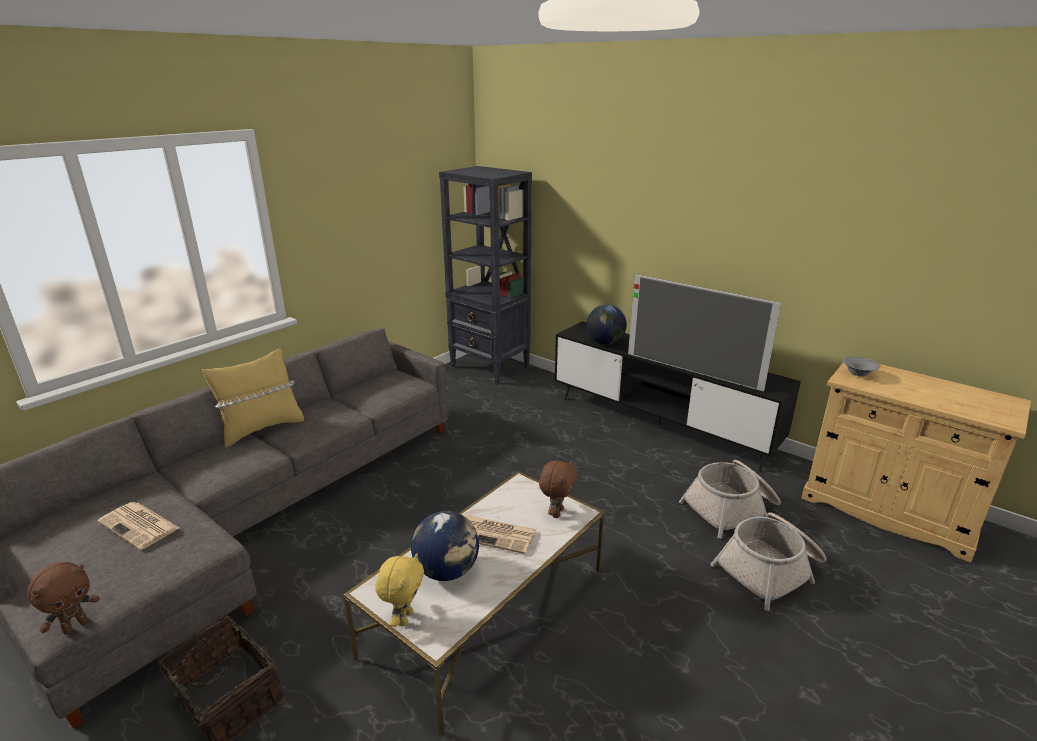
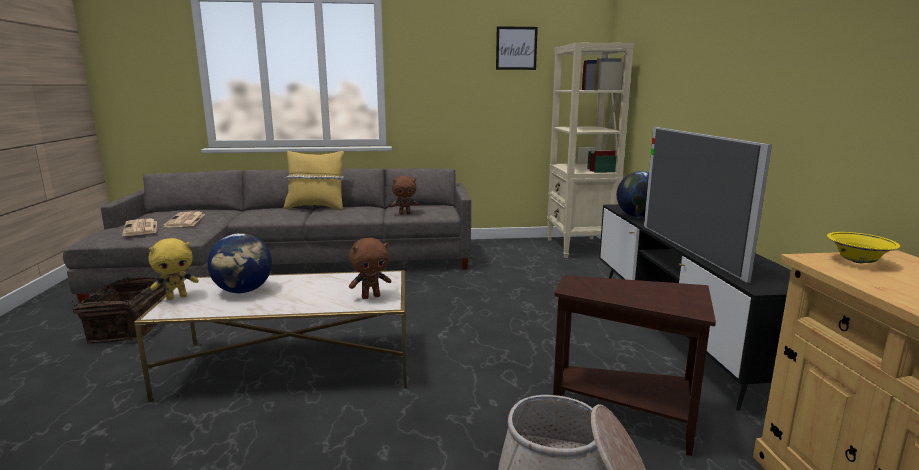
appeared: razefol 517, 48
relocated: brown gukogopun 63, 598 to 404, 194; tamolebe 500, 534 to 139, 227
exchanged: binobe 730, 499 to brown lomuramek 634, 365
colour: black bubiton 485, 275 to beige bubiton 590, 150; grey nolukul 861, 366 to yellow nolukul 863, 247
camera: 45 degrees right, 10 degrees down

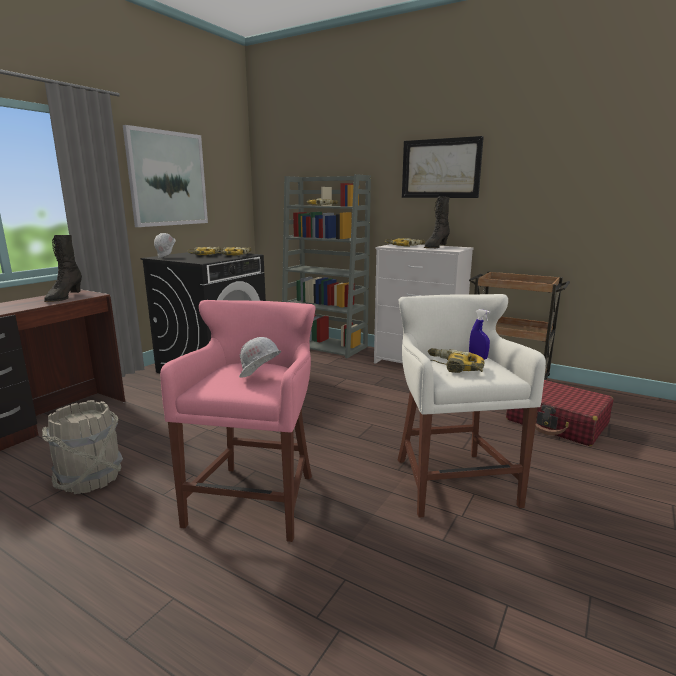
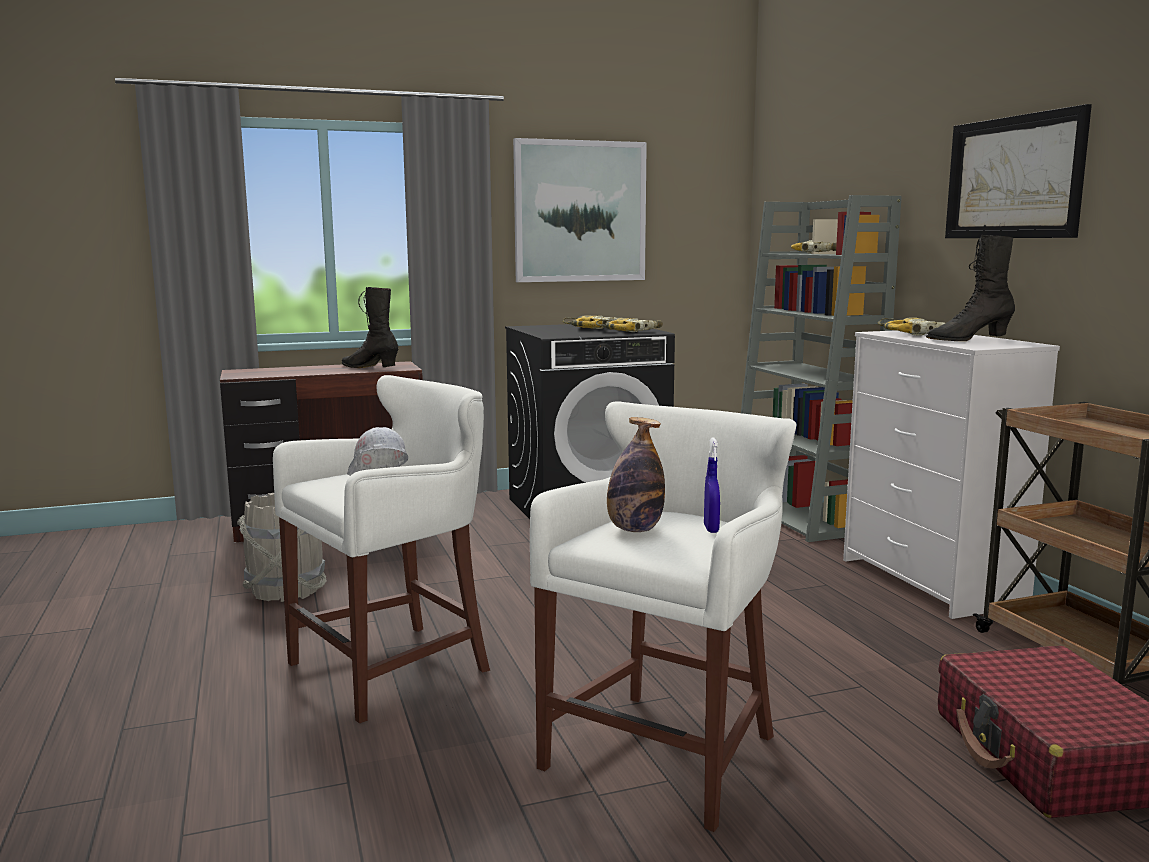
missing: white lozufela 164, 245
exchanged: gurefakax 456, 360 to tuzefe 636, 474
colour: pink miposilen 238, 421 to white miposilen 381, 549
spun: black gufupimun 63, 268 = 370, 327 75 degrees clockwise
camera: 40 degrees right, 5 degrees down

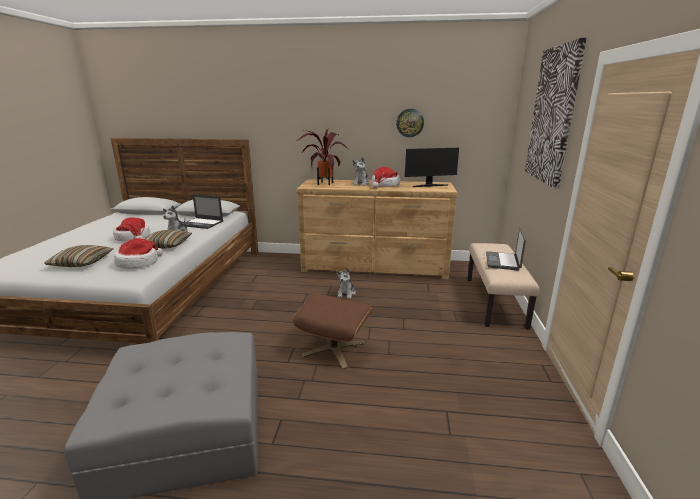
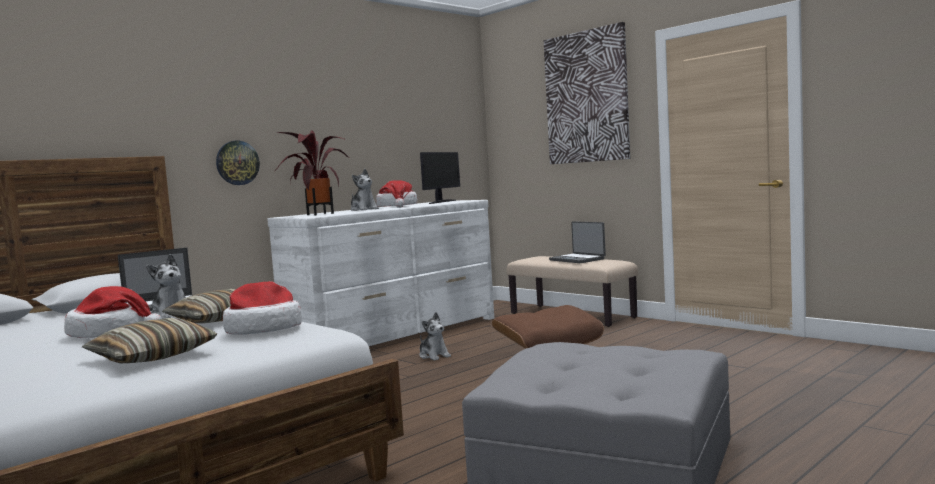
relocated: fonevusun 410, 123 to 238, 163
colour: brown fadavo 377, 229 to white fadavo 380, 273
camera: 50 degrees left, 15 degrees down

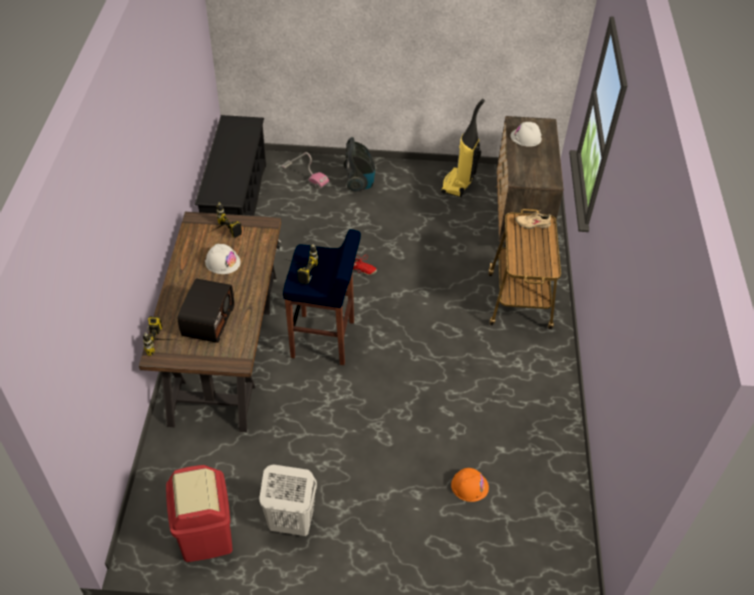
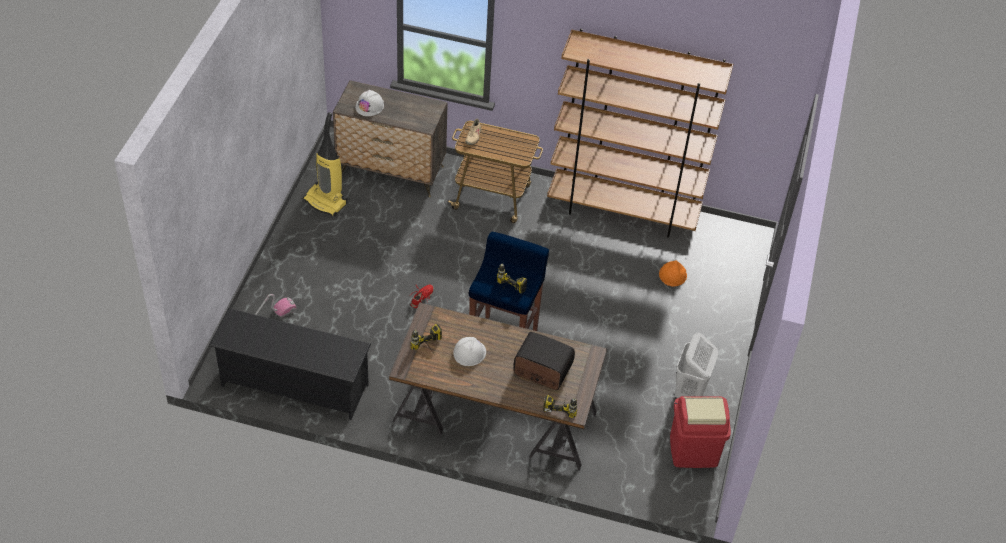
missing: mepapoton 359, 164
appeared: brown bubiton 640, 133
camera: 80 degrees left, 0 degrees up

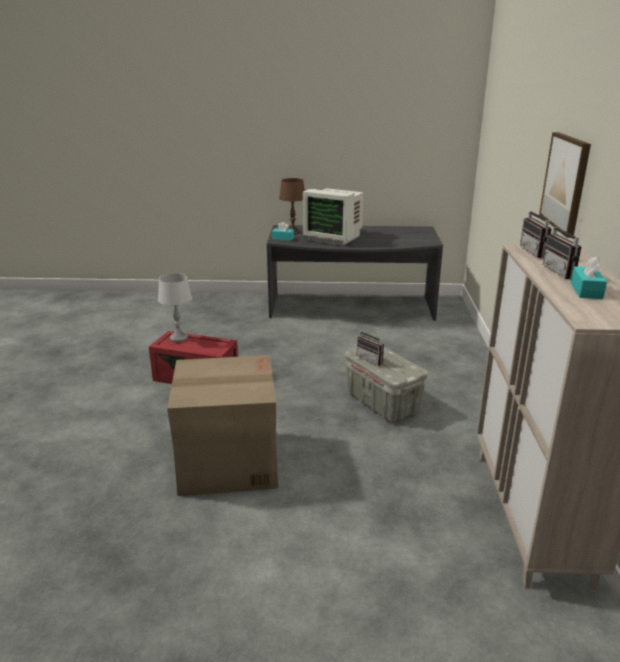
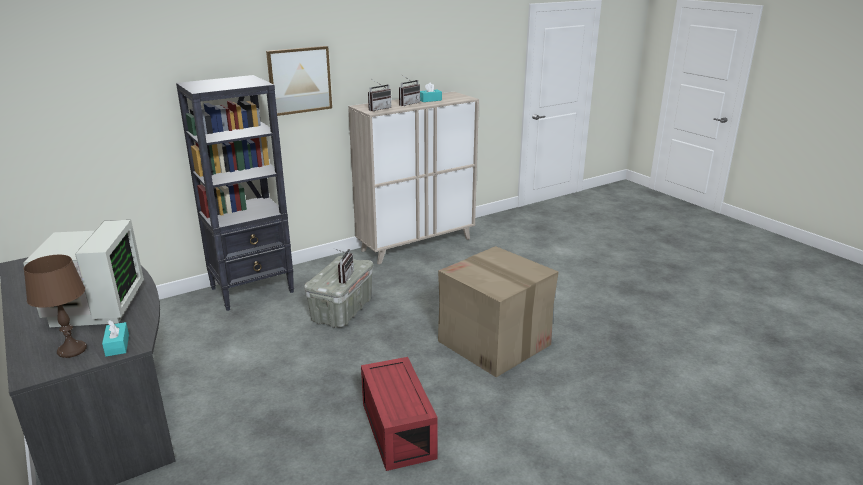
missing: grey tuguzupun 175, 307
appeared: black bubiton 235, 193
camera: 125 degrees left, 0 degrees up

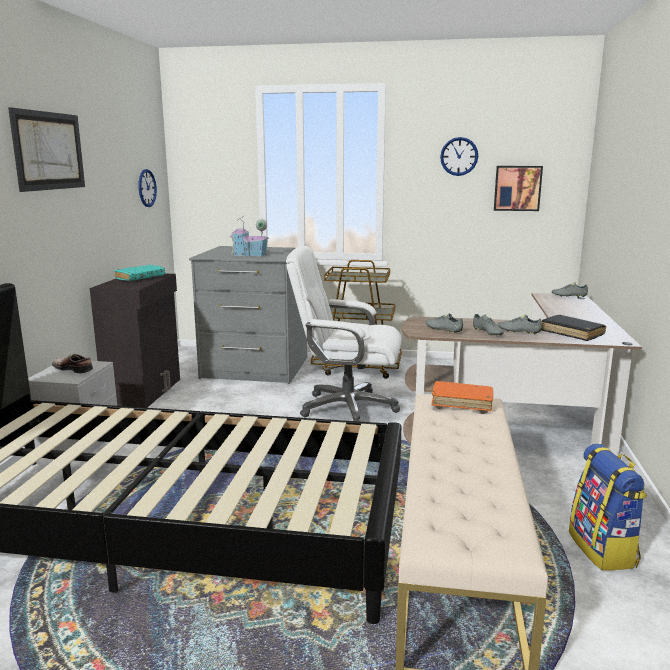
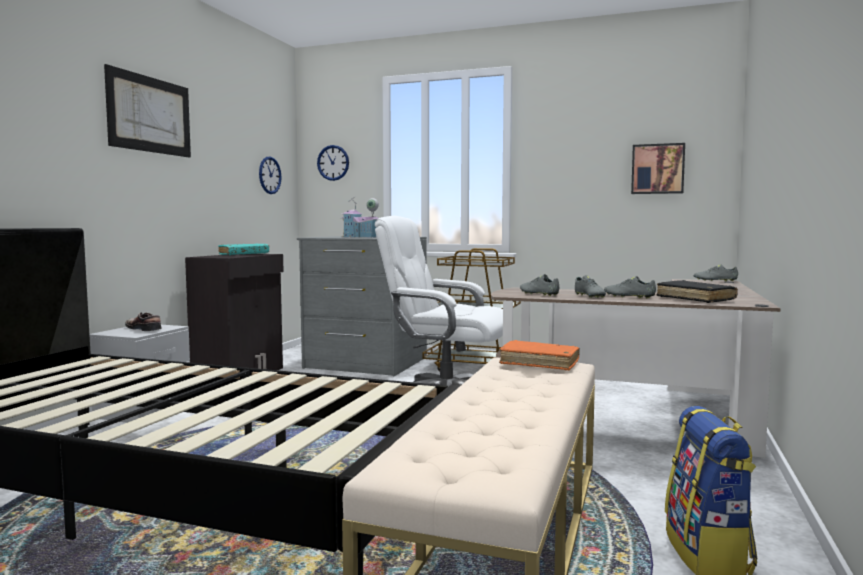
relocated: fonevusun 459, 156 to 333, 163
camera: 10 degrees right, 10 degrees down

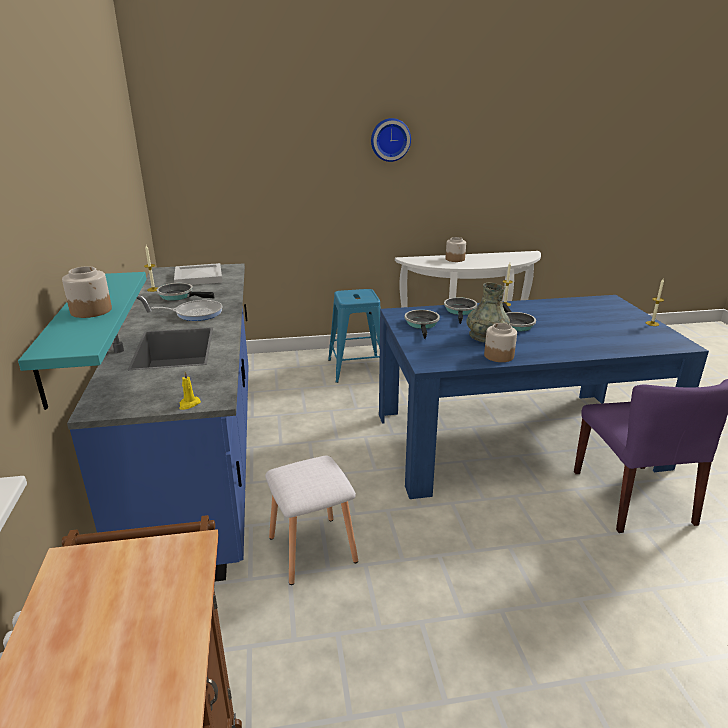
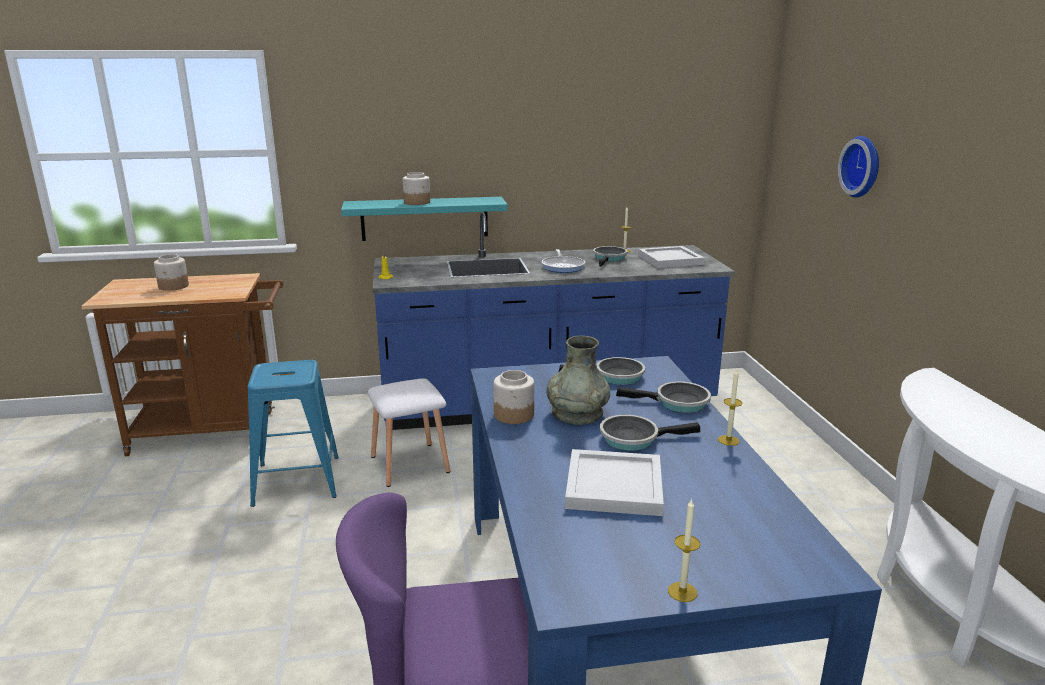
appeared: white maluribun 614, 482
relocated: blue miposilen 354, 336 to 293, 433; fonevusun 391, 140 to 858, 167; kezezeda 456, 249 to 171, 272
camera: 90 degrees right, 5 degrees down

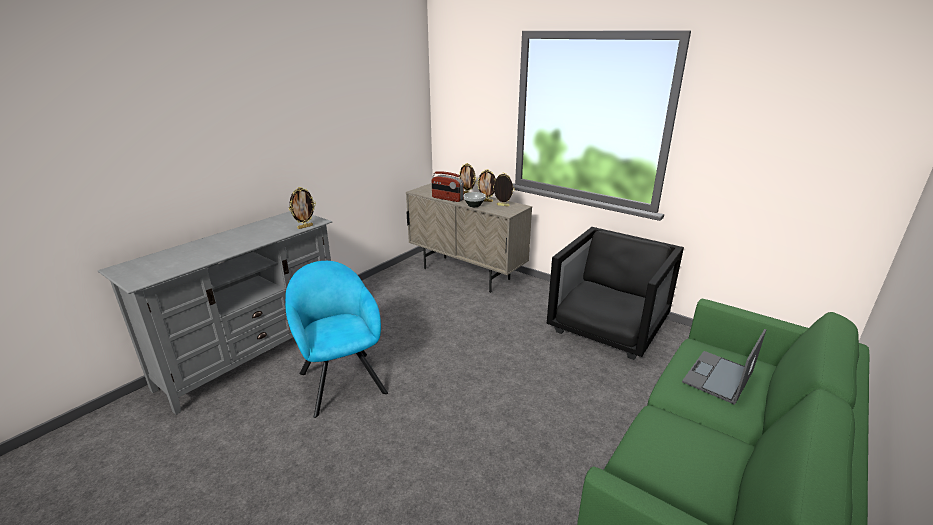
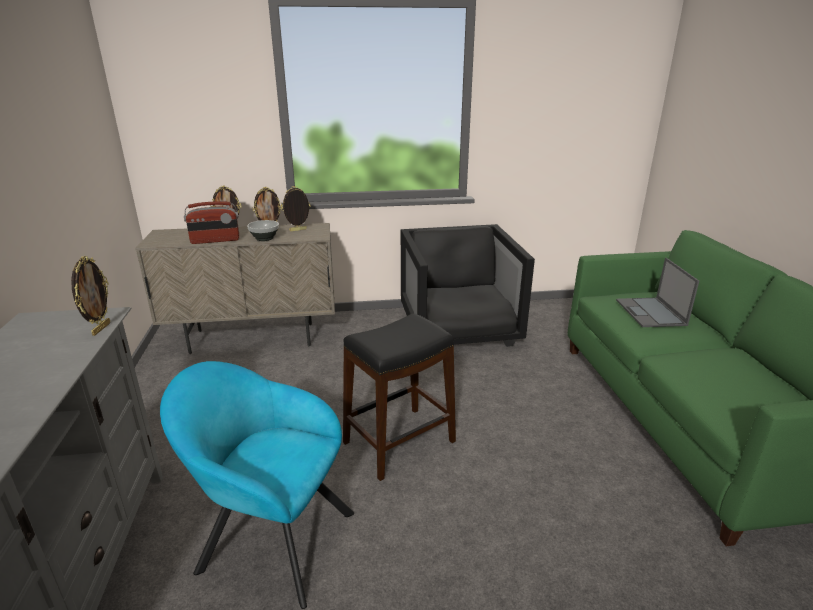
appeared: black miposilen 399, 397
camera: 45 degrees left, 0 degrees up

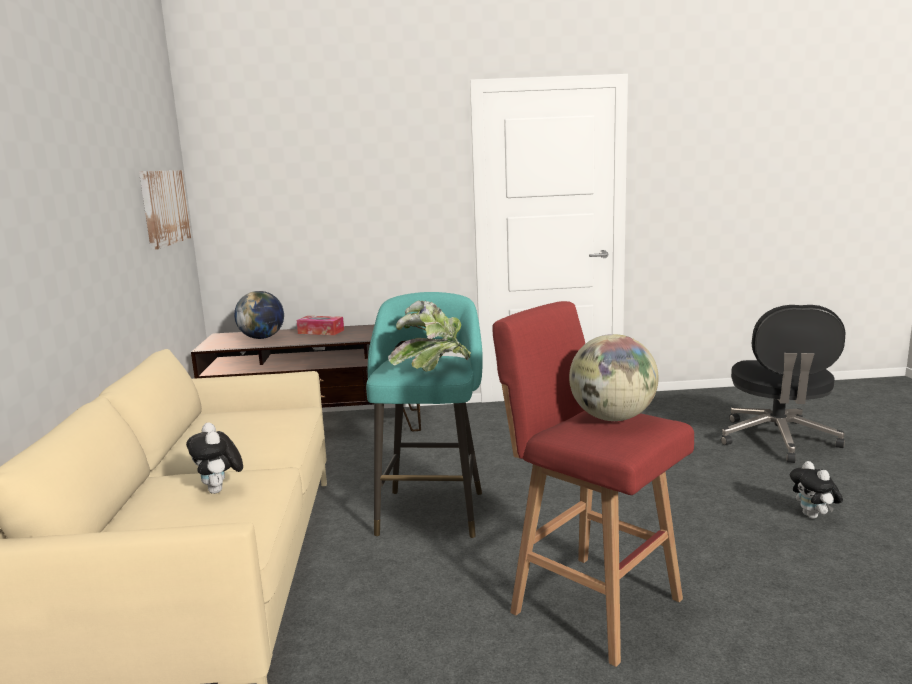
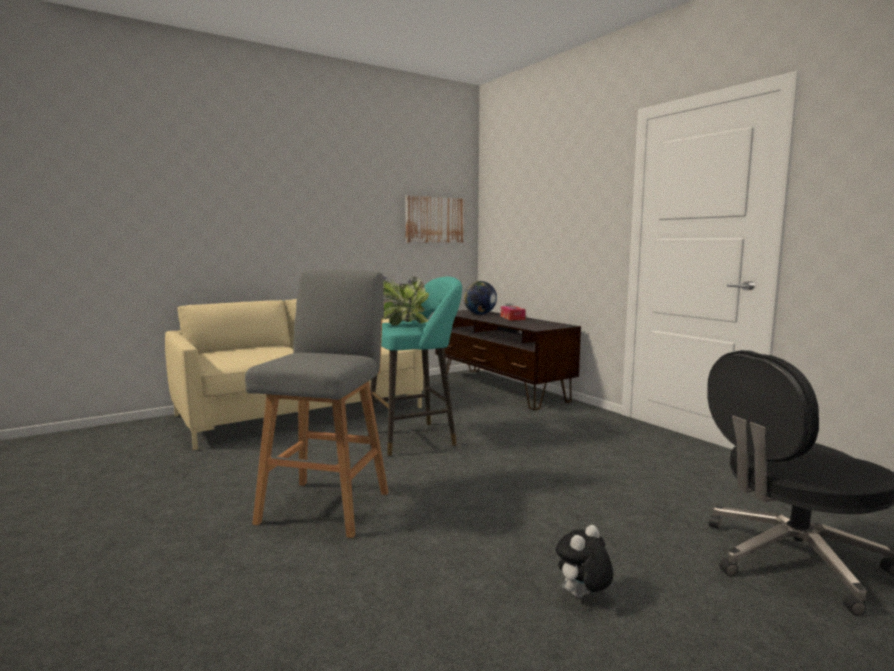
missing: gukogopun 214, 458; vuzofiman 614, 377
colour: red miposilen 593, 484 to grey miposilen 317, 404
camera: 60 degrees right, 5 degrees down

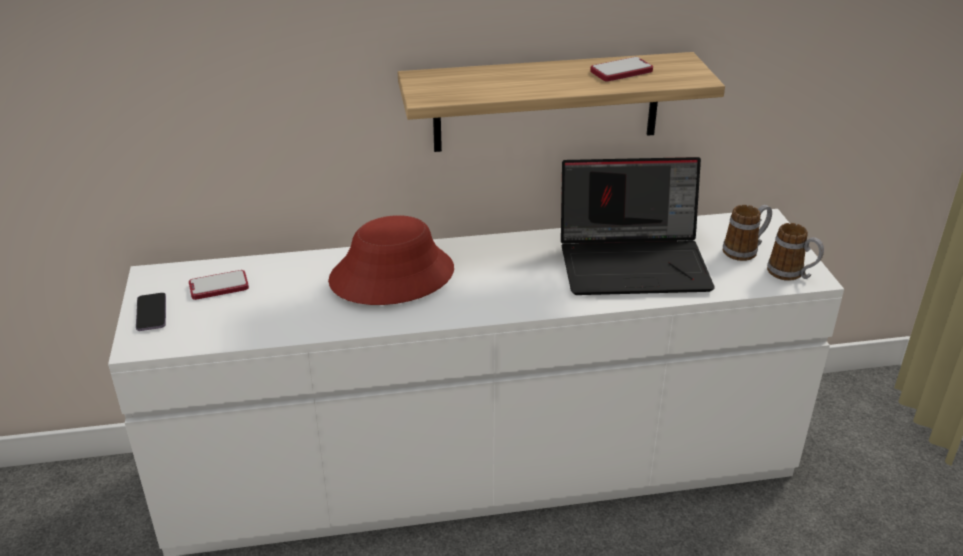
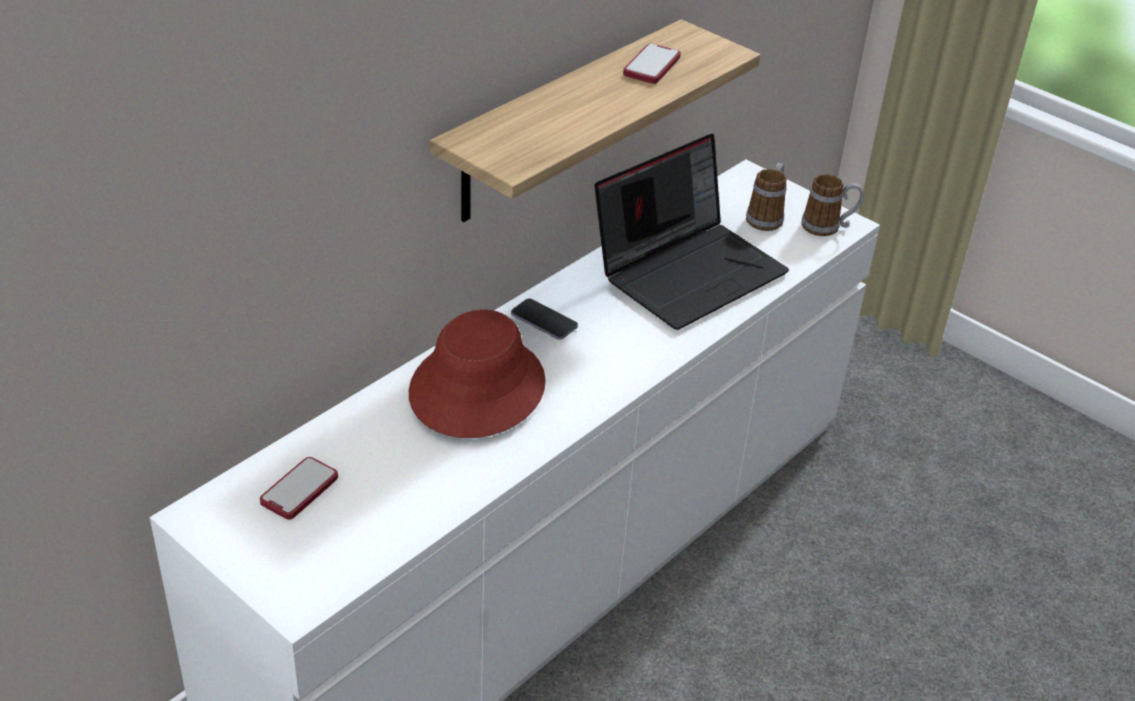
relocated: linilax 151, 312 to 544, 319
camera: 40 degrees left, 5 degrees up

